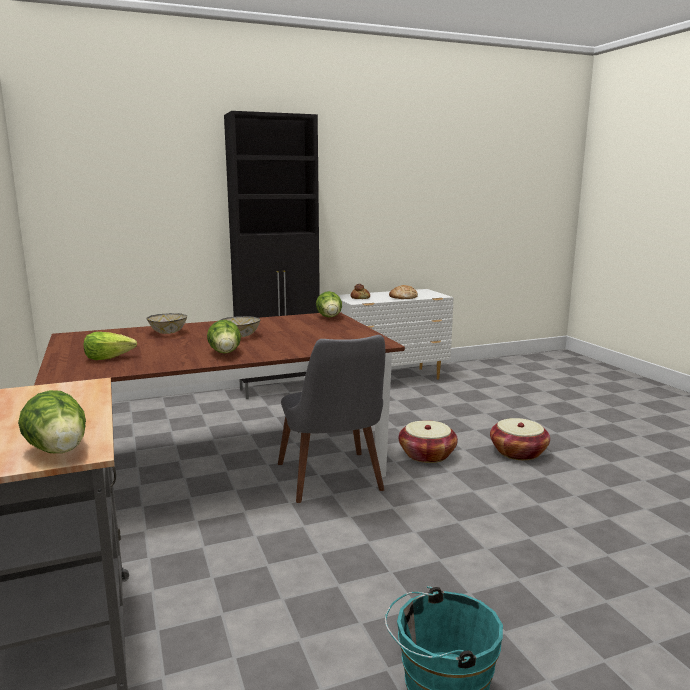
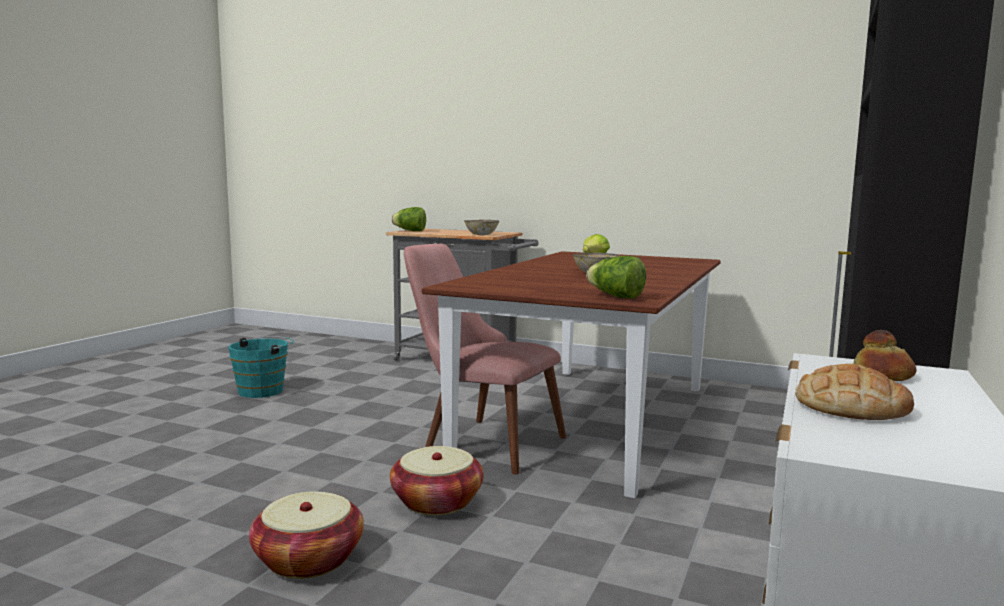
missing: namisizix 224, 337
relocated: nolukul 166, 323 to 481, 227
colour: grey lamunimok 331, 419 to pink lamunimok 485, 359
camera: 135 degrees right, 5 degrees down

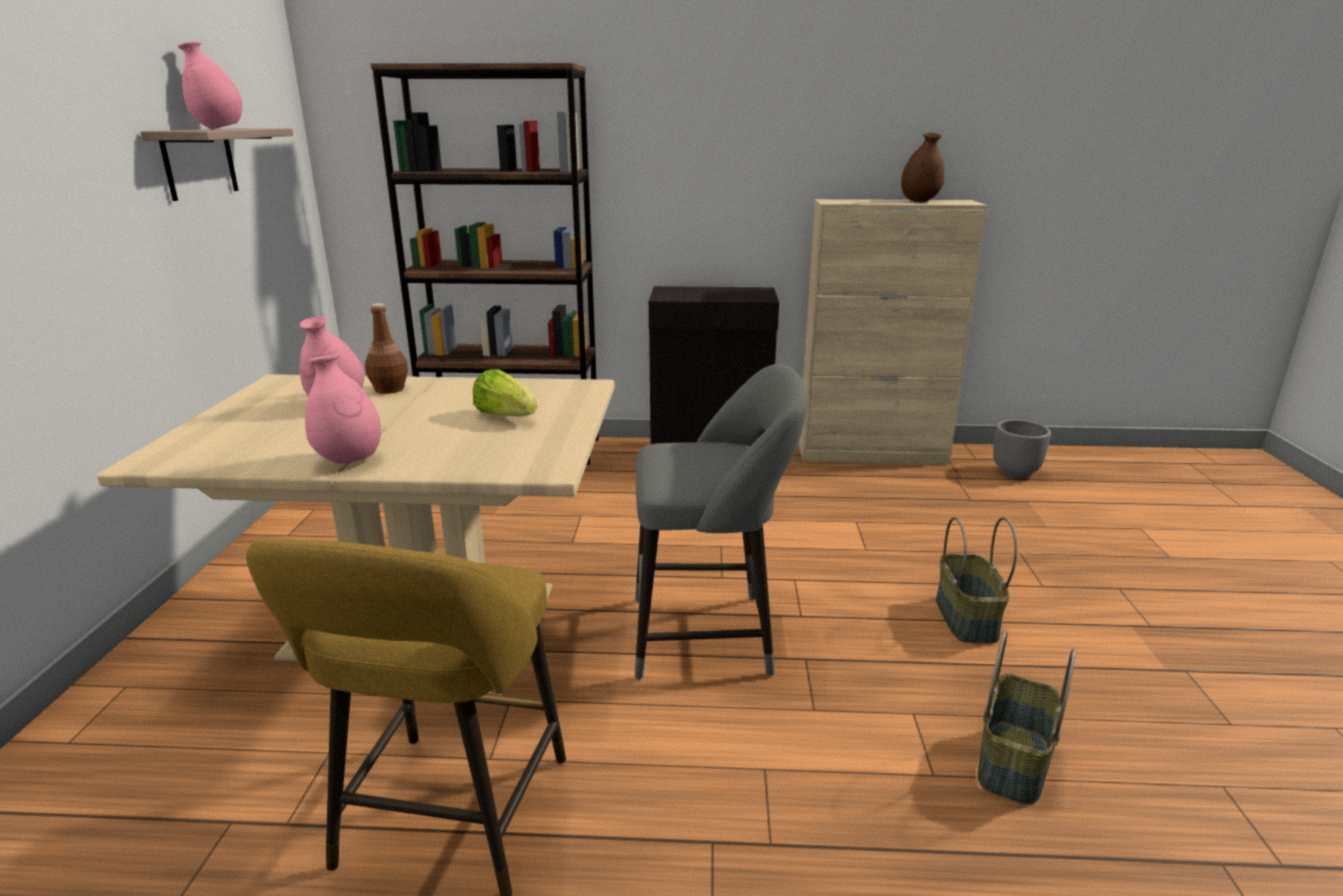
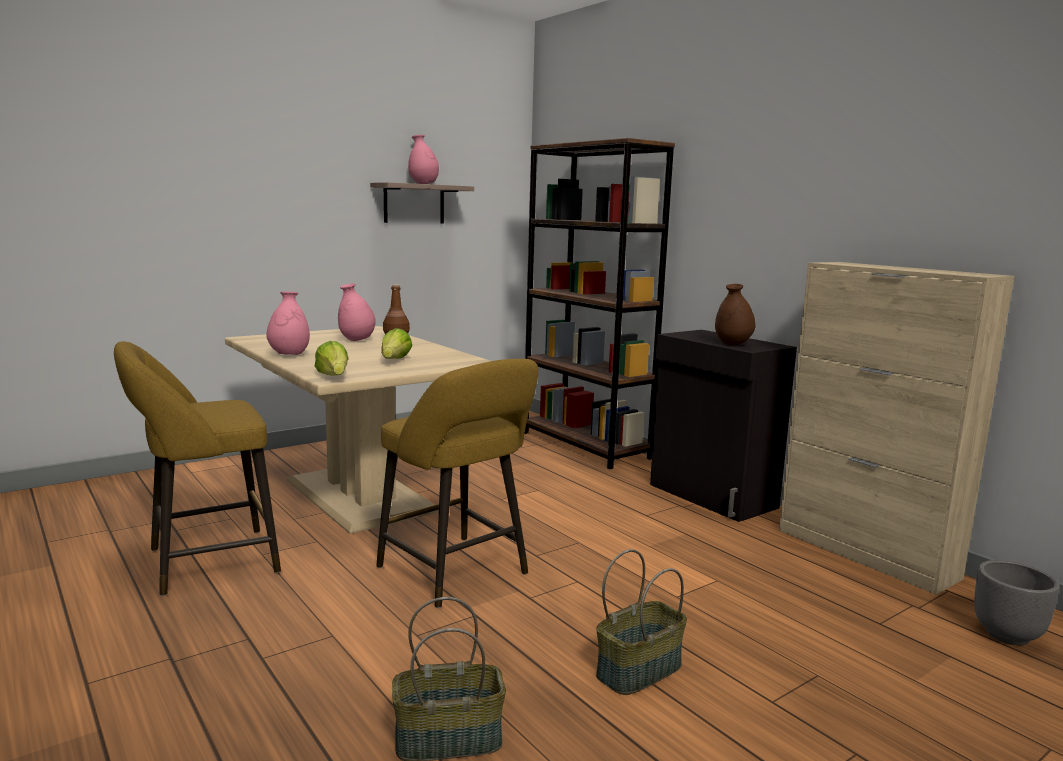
appeared: namisizix 332, 358
relocated: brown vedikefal 923, 167 to 735, 314
colour: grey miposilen 721, 522 to yellow miposilen 457, 483
camera: 50 degrees right, 10 degrees down

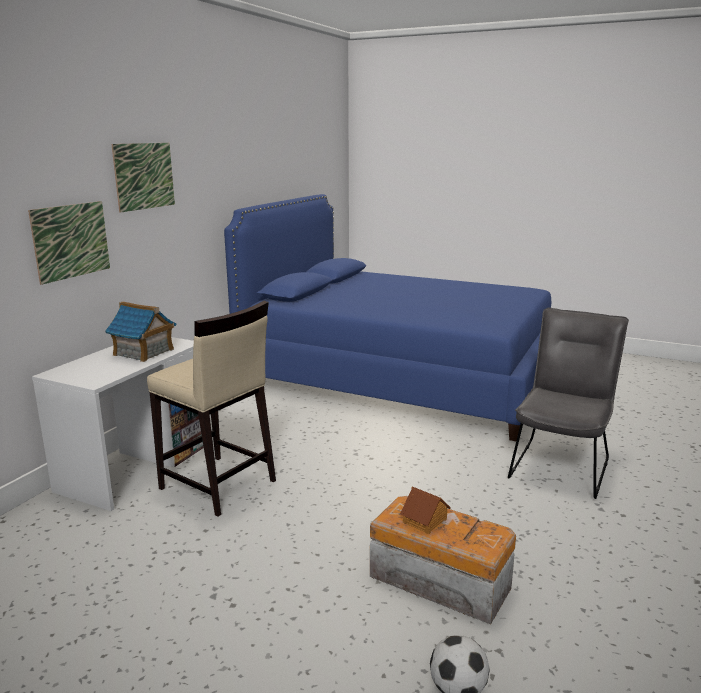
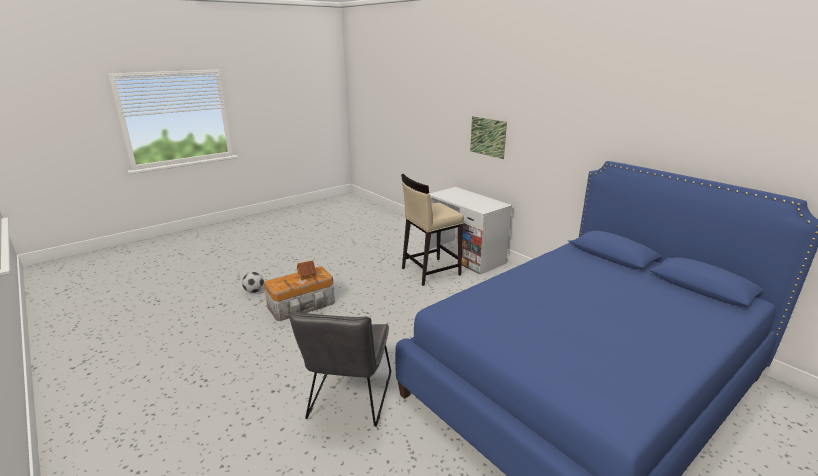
missing: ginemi 141, 332; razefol 143, 178
spun: grey lamunimok 568, 403 = 339, 369 45 degrees clockwise
camera: 115 degrees right, 5 degrees up

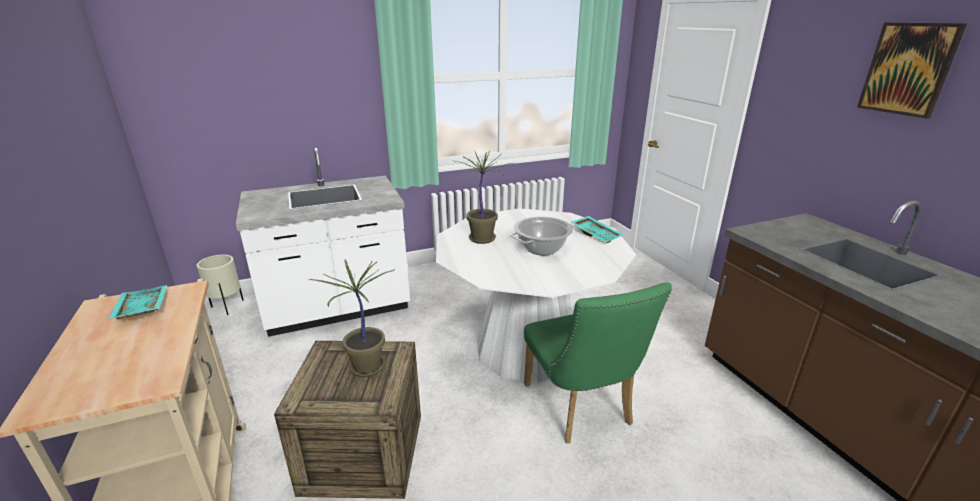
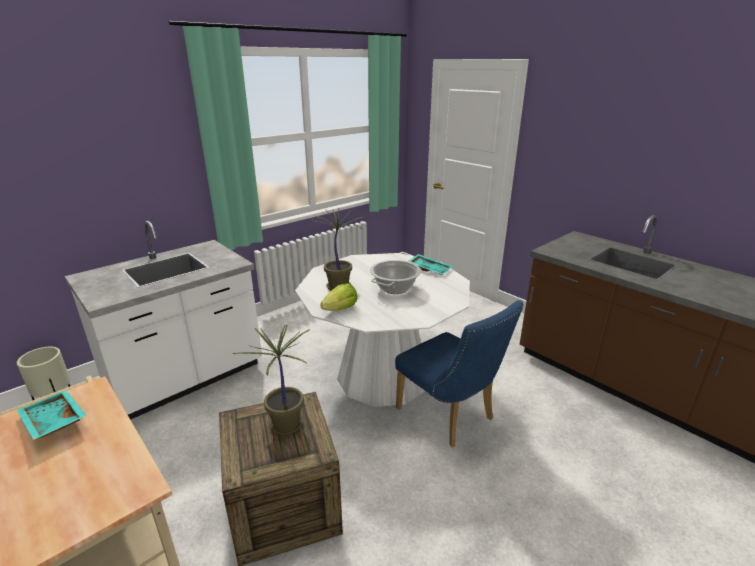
missing: razefol 912, 71
appeared: namisizix 339, 297
colour: green lamunimok 598, 363 to blue lamunimok 459, 373
camera: 20 degrees left, 0 degrees up

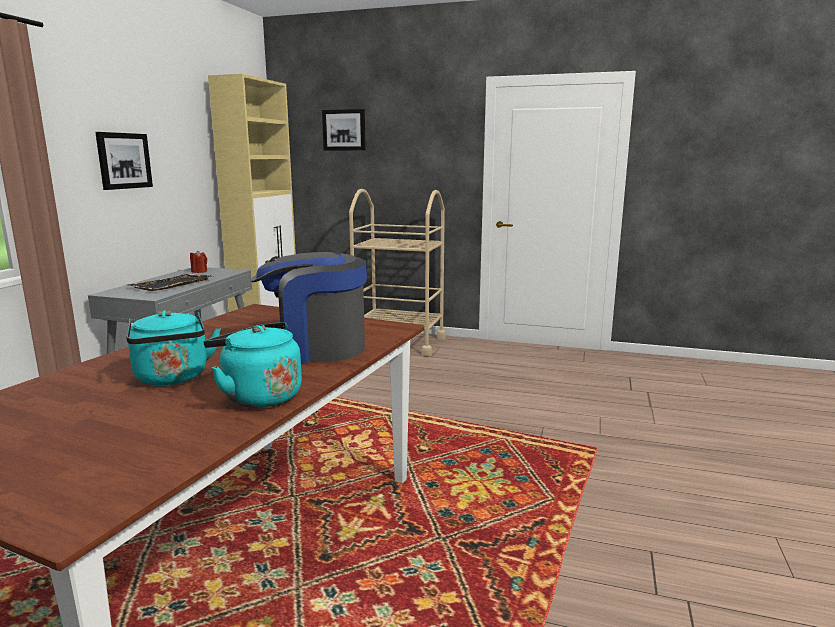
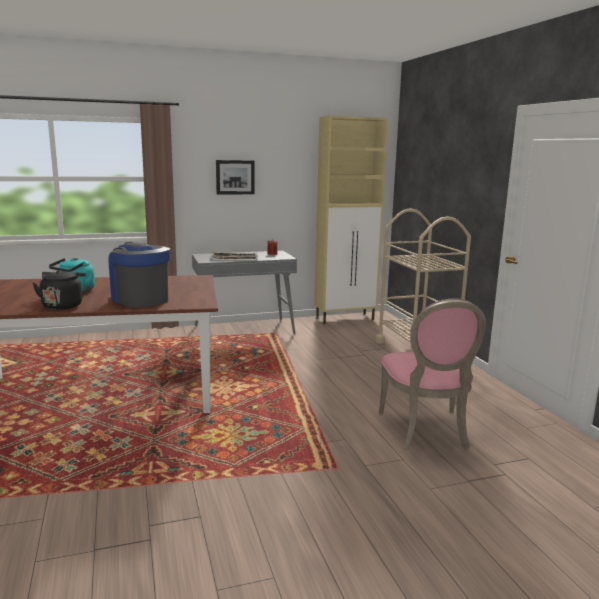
missing: razefol 344, 130
appeared: pink lamunimok 432, 374
colour: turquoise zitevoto 253, 365 to black zitevoto 59, 290
camera: 55 degrees right, 0 degrees up

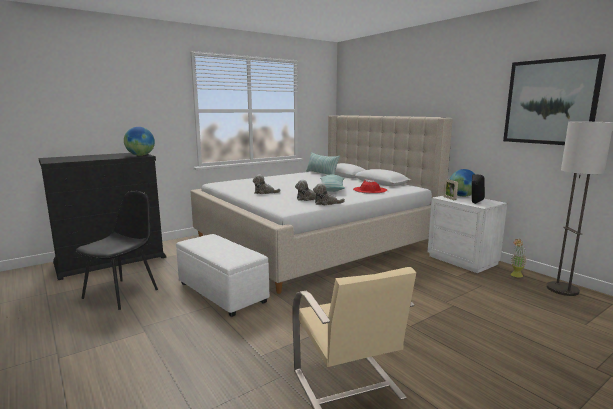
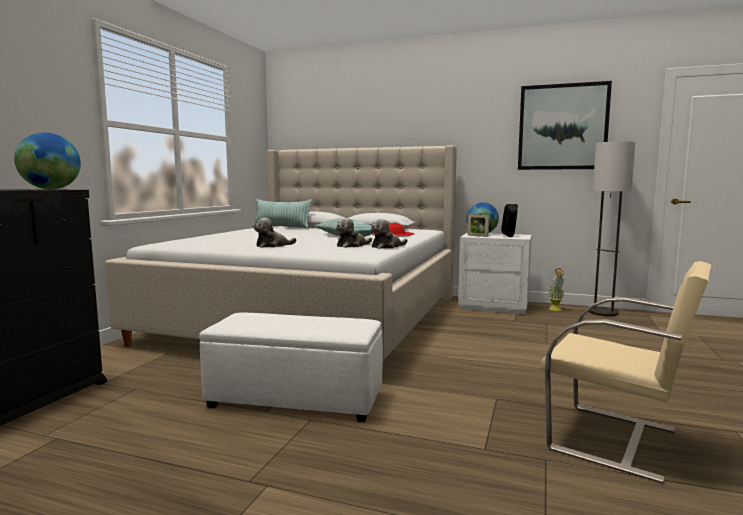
missing: black lamunimok 117, 250
camera: 35 degrees left, 5 degrees down

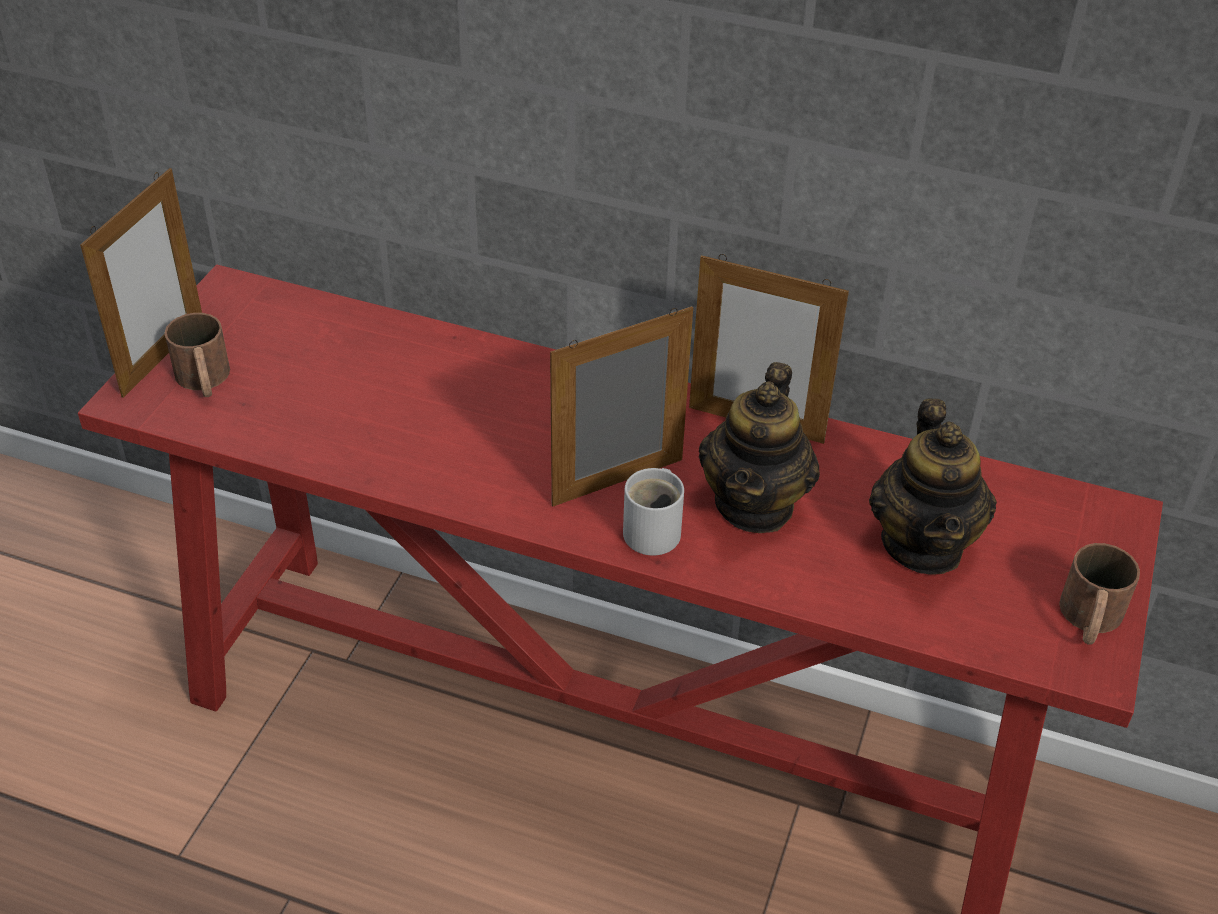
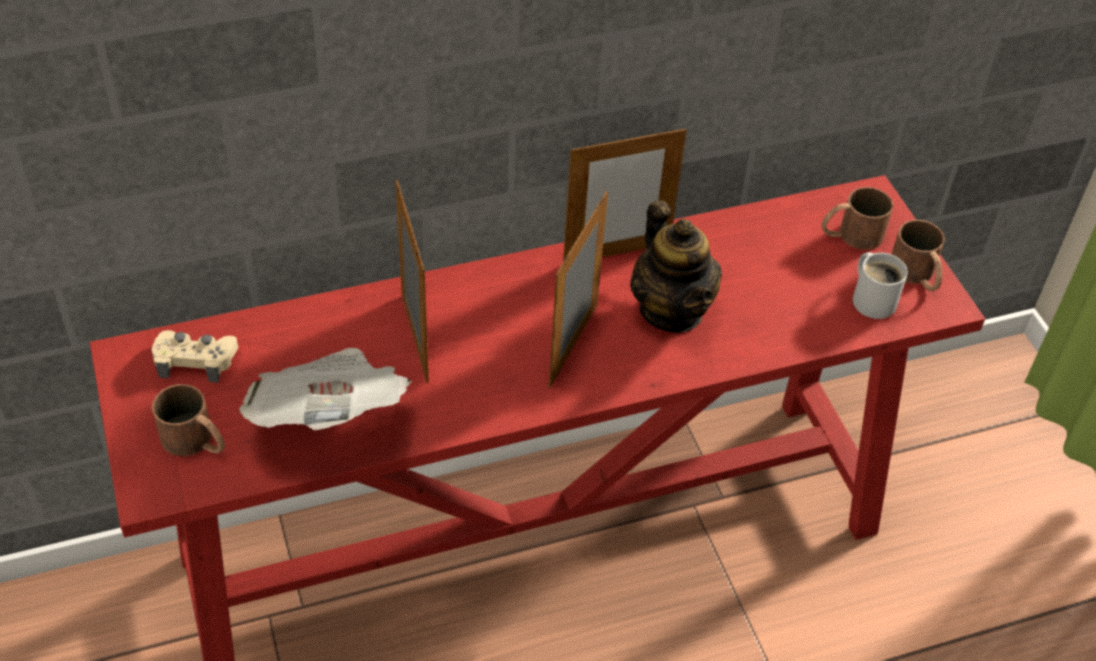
missing: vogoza 933, 487
appeared: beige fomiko 195, 356; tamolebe 325, 389; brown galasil 857, 218
relocated: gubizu 141, 283 to 412, 281; white galasil 653, 512 to 880, 285
camera: 40 degrees left, 5 degrees up

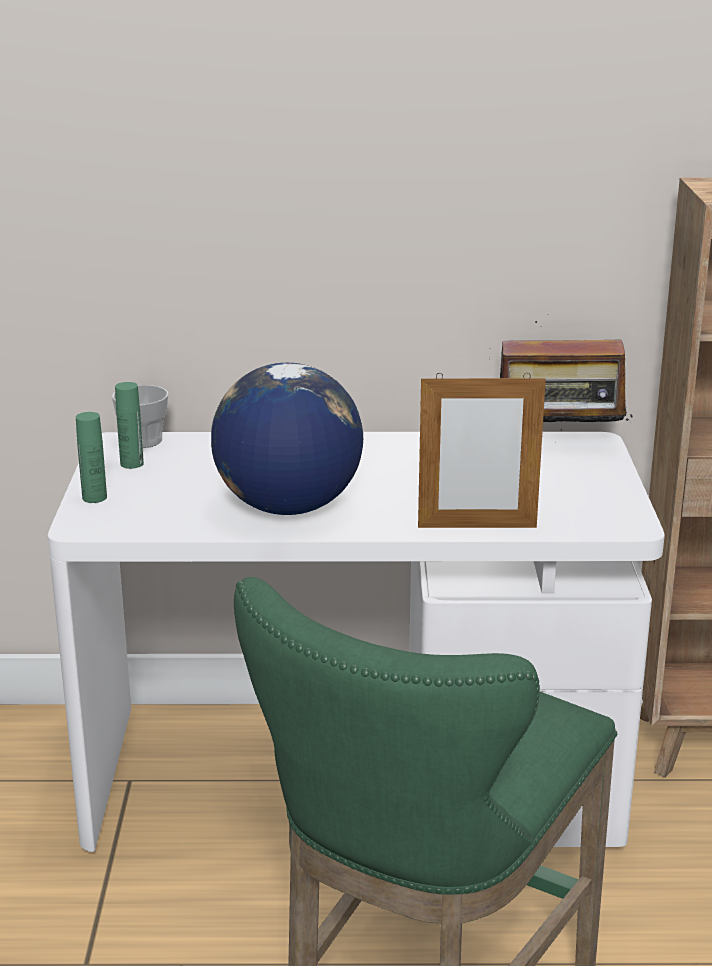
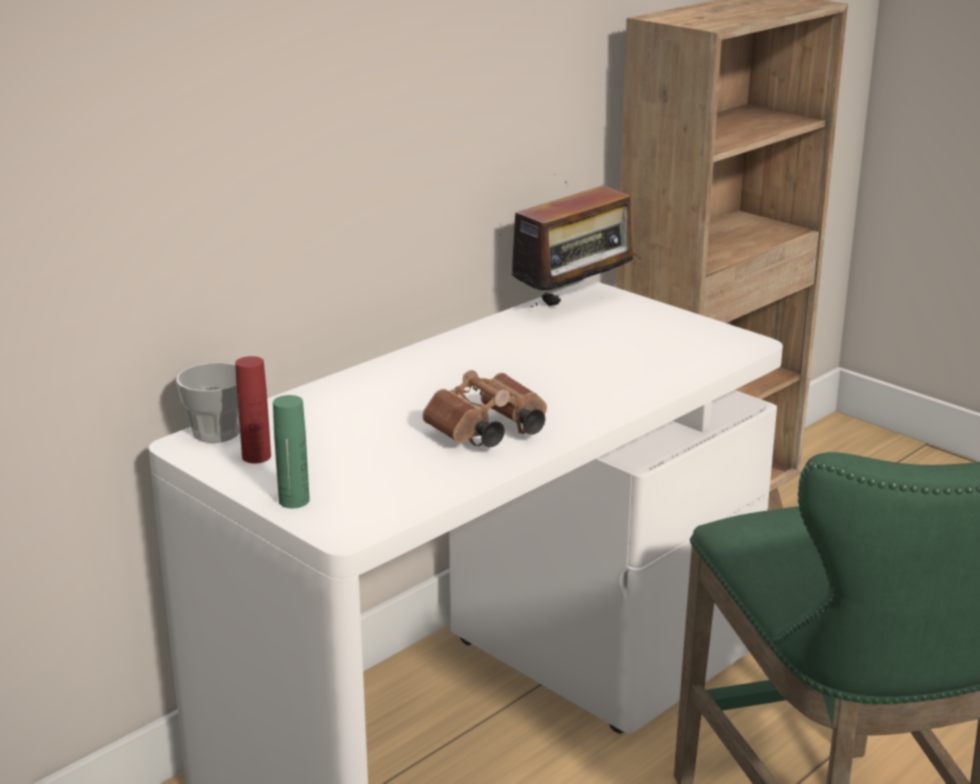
missing: gubizu 482, 450
exchanged: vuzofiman 287, 439 to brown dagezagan 484, 408
colour: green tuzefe 129, 425 to red tuzefe 253, 409
camera: 45 degrees left, 0 degrees up

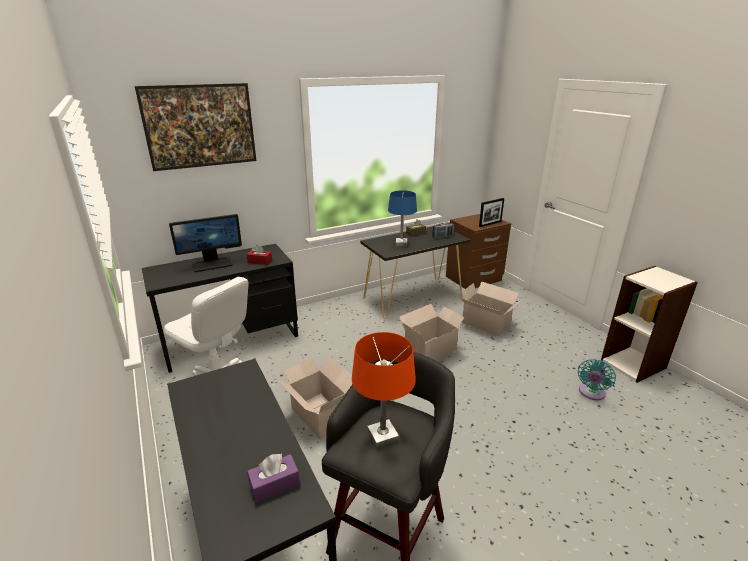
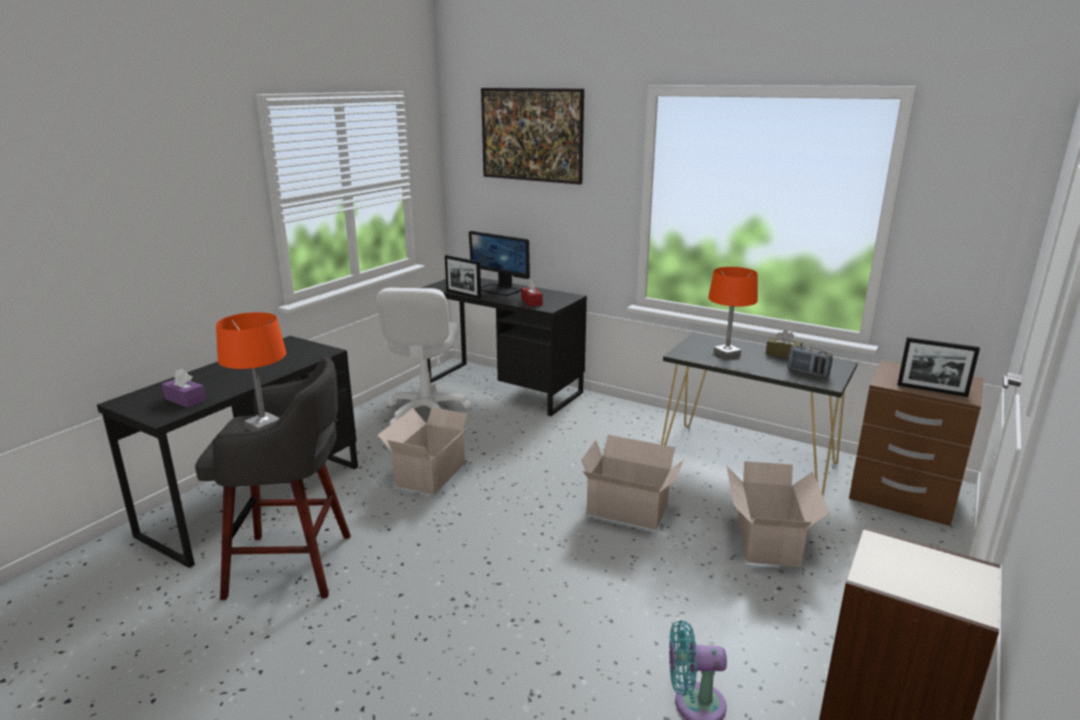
appeared: gubizu 463, 277
colour: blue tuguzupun 402, 218 to orange tuguzupun 733, 313
camera: 60 degrees right, 5 degrees down

